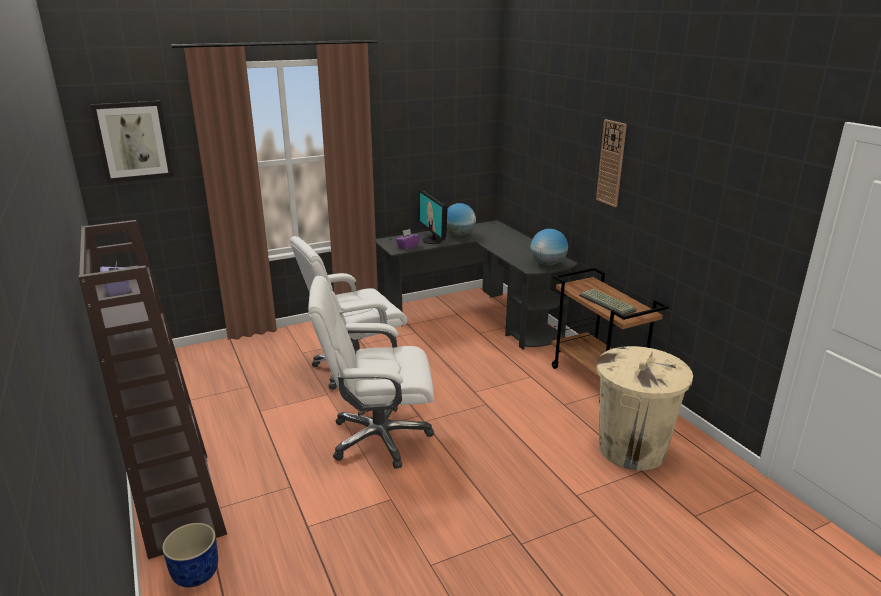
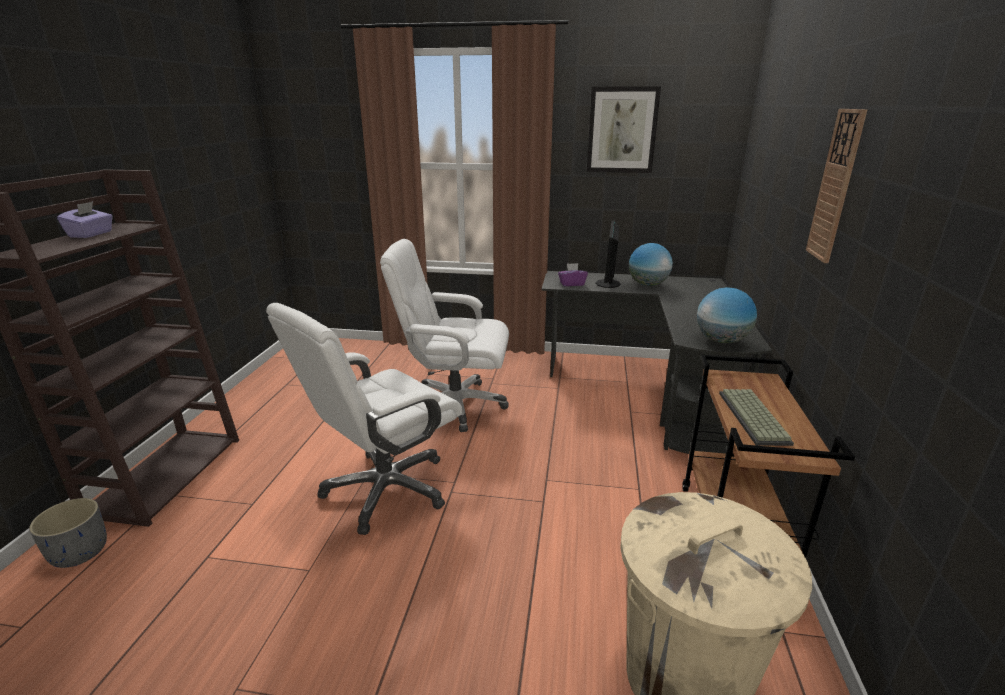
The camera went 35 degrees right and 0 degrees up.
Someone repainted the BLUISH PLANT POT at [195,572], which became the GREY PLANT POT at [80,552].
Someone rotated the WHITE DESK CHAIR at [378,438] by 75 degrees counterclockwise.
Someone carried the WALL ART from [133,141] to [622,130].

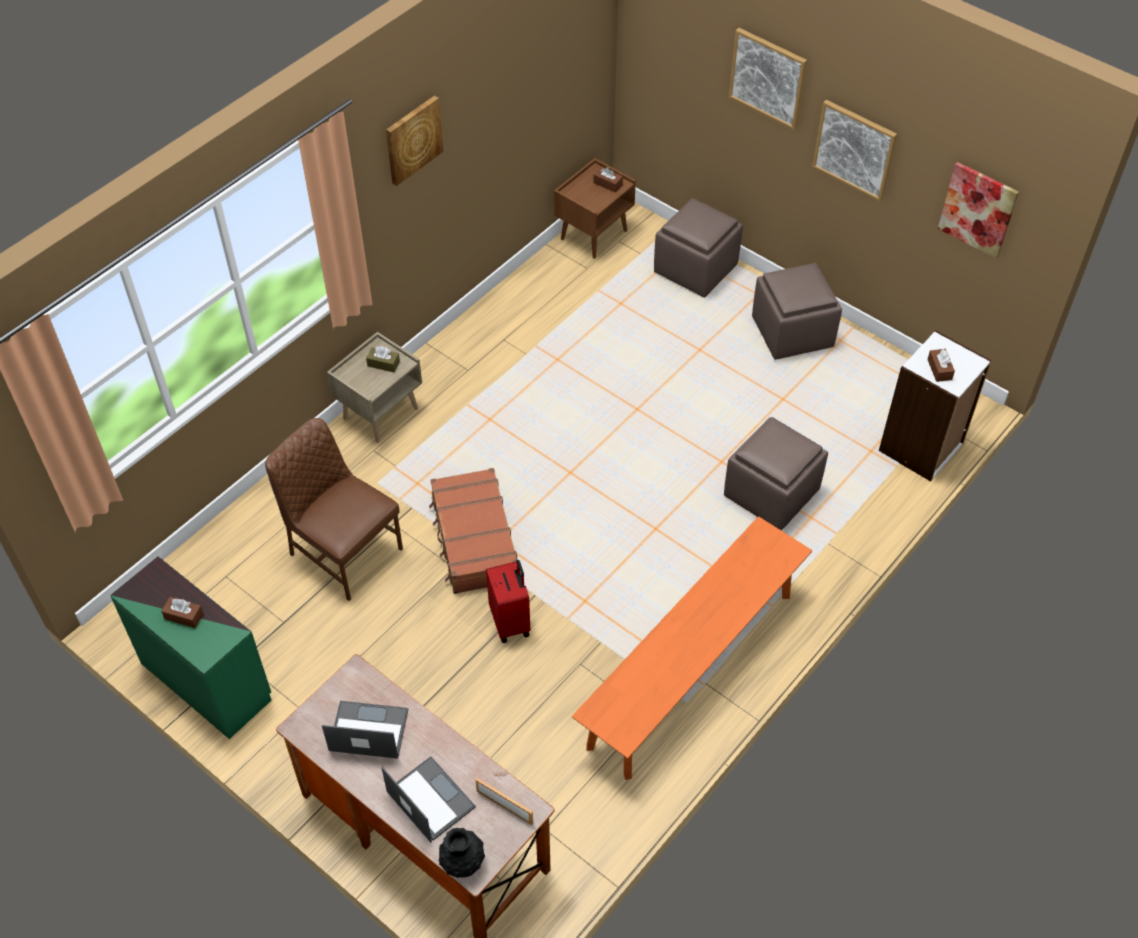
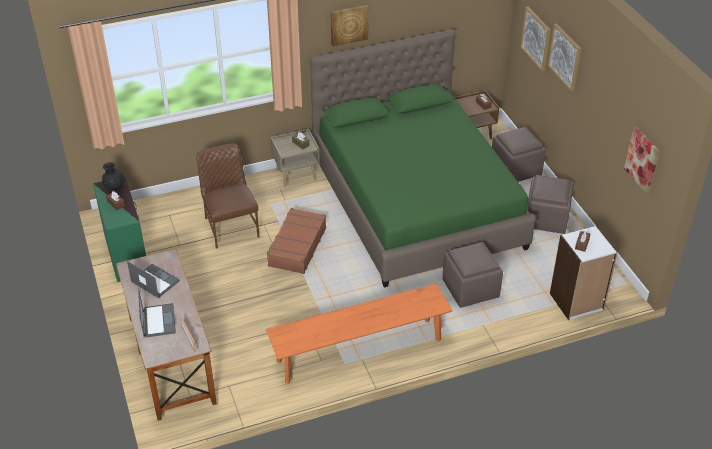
The camera went 30 degrees right and 10 degrees down.
Someone carried the BLACK-COLOURED VASE from [462,863] to [114,188].
Someone put down the GREEN-COLOURED BED at [417,203].
Someone carried the WALL ART from [855,149] to [536,38].
Someone took away the REDDISH TRAVEL CASE at [511,622].

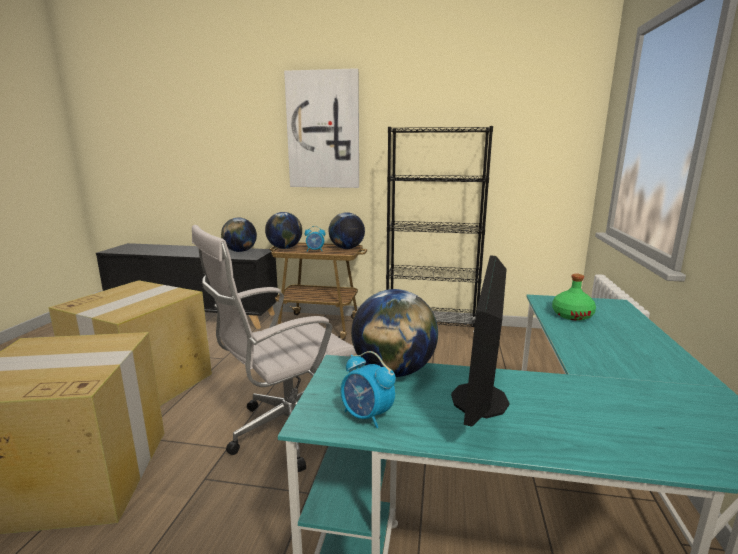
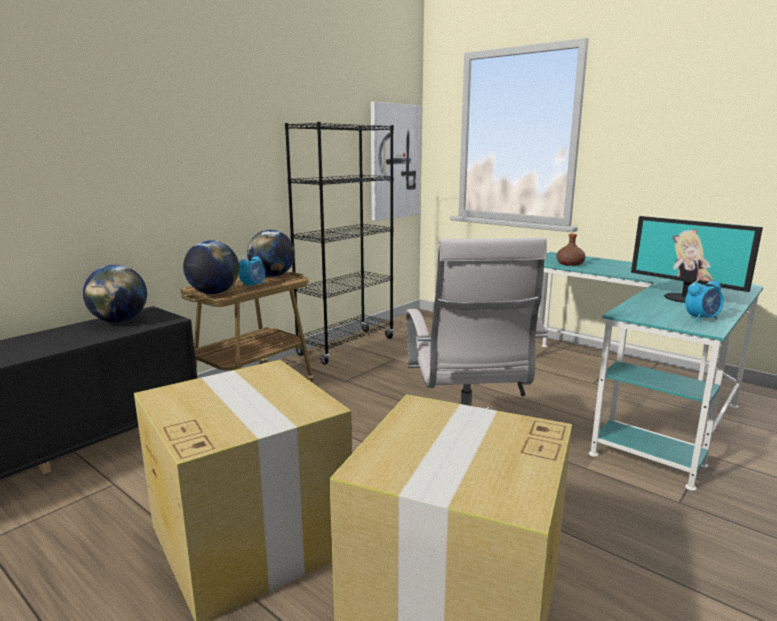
The camera went 60 degrees left and 0 degrees up.
Someone carried the WALL ART from [323,130] to [394,162].
Someone repainted the GREEN-COLOURED BEVERAGE BOTTLE at [572,315], which became the BROWN BEVERAGE BOTTLE at [569,263].
Someone took away the WORLD GLOBE at [393,371].

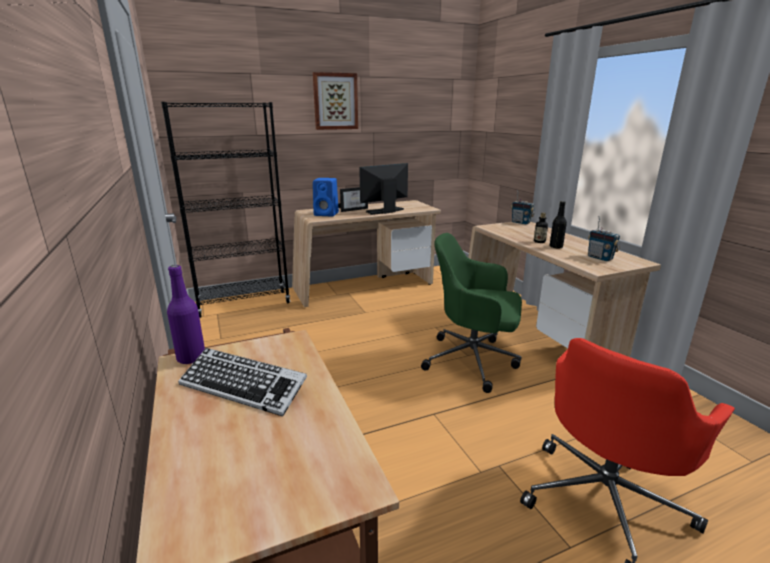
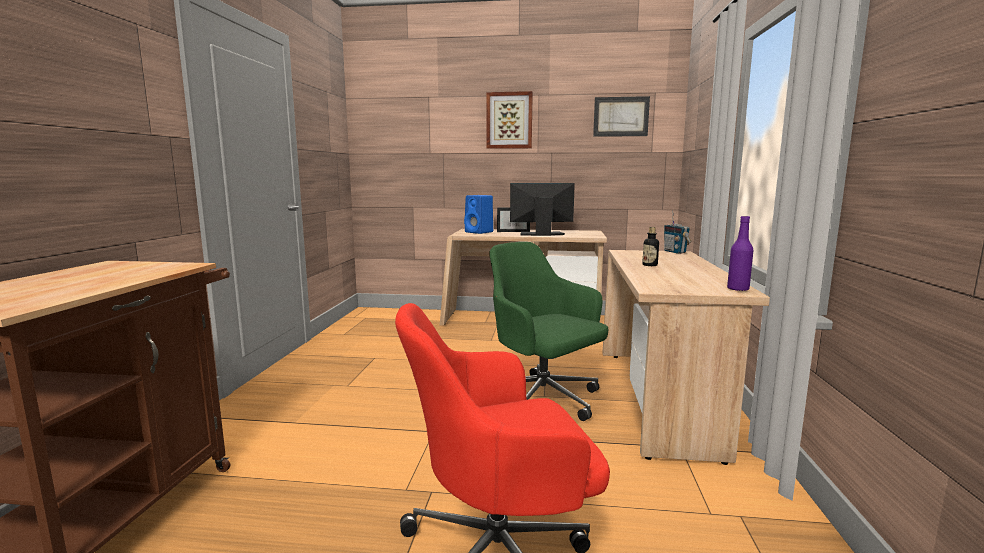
The camera went 30 degrees right and 10 degrees down.
Someone put up the WALL ART at [621,116].
Someone carried the PURPLE-COLOURED BEVERAGE BOTTLE from [191,358] to [738,289].
Someone took away the BLACK-COLOURED BOOKCASE at [244,304].
Someone took away the COMPUTER KEYBOARD at [243,387].
Someone took away the BLACK-COLOURED BEVERAGE BOTTLE at [556,247].
Someone took away the RADIO at [600,258].

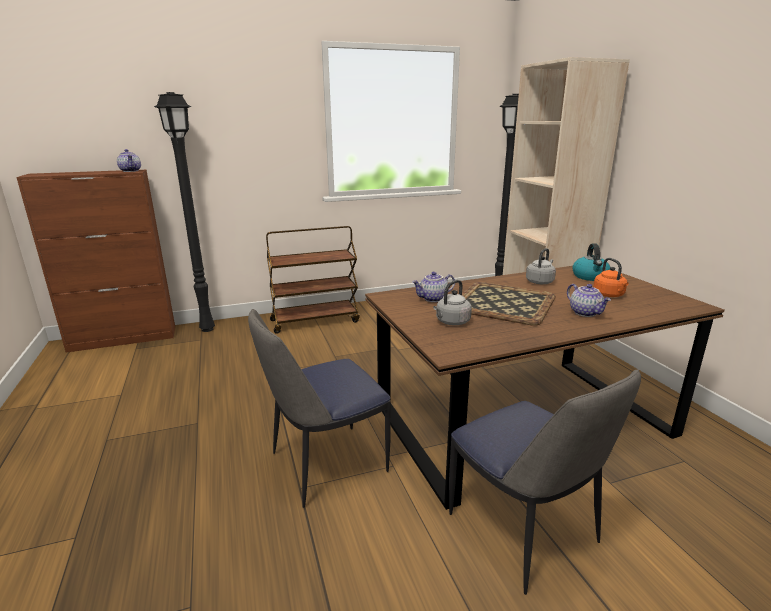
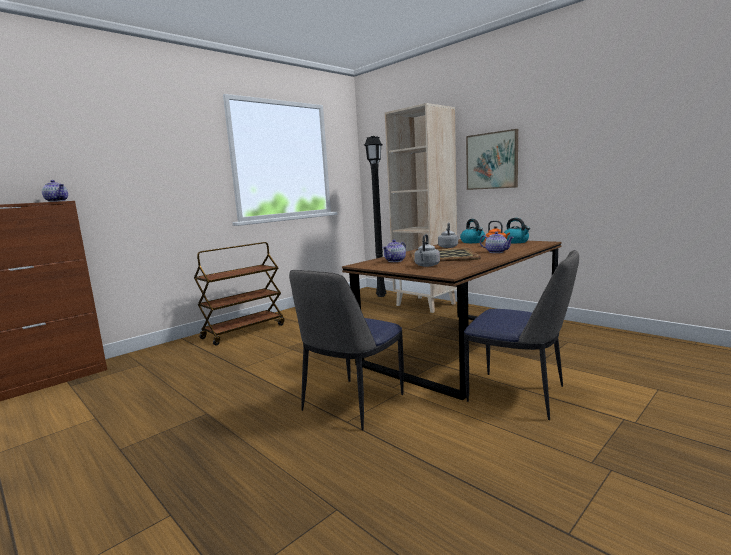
The camera went 25 degrees left and 10 degrees down.
Someone put up the WALL ART at [492,161].
Someone put down the KETTLE at [516,242].
Someone took away the BLACK-COLOURED STANDING LAMP at [208,329].

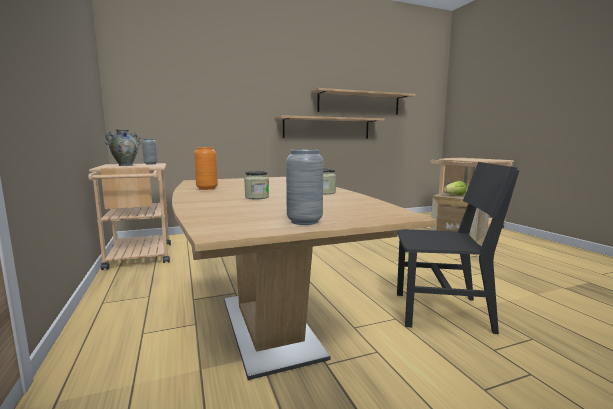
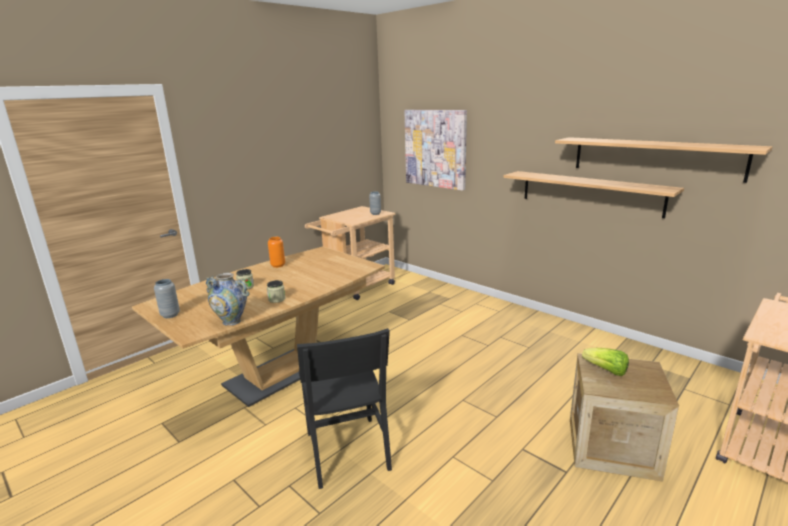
The camera went 65 degrees right and 10 degrees up.
Someone carried the VASE from [125,165] to [232,321].
Someone put up the WALL ART at [435,148].

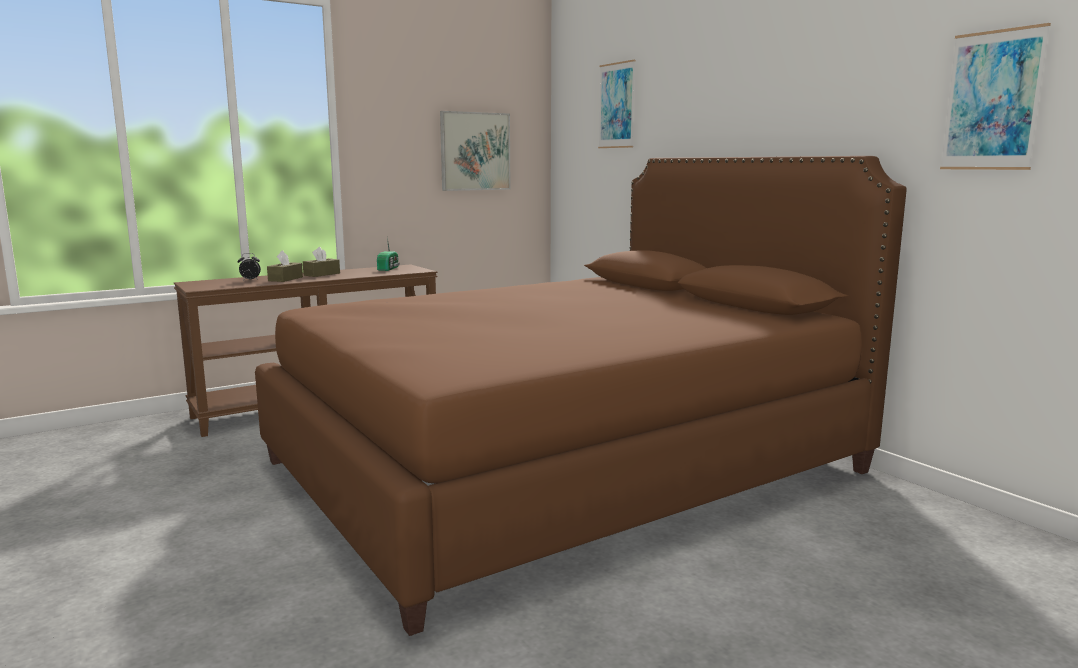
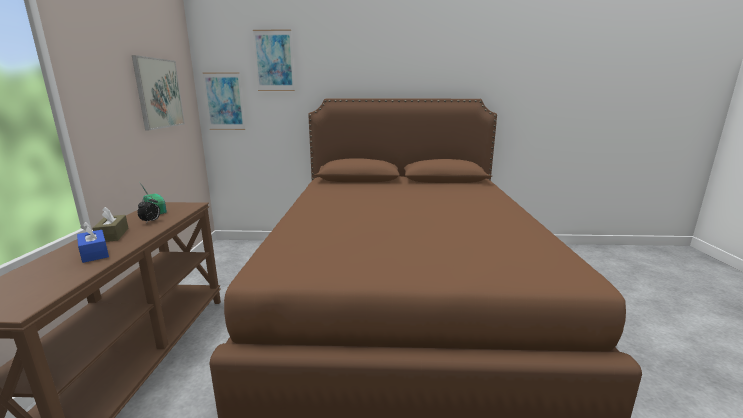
The camera went 55 degrees left and 5 degrees up.
Someone repainted the BROWN TISSUE HOLDER at [285,279], which became the BLUISH TISSUE HOLDER at [94,253].
Someone carried the TABLE CLOCK from [250,280] to [151,221].
Someone carried the WALL ART from [992,101] to [224,101].

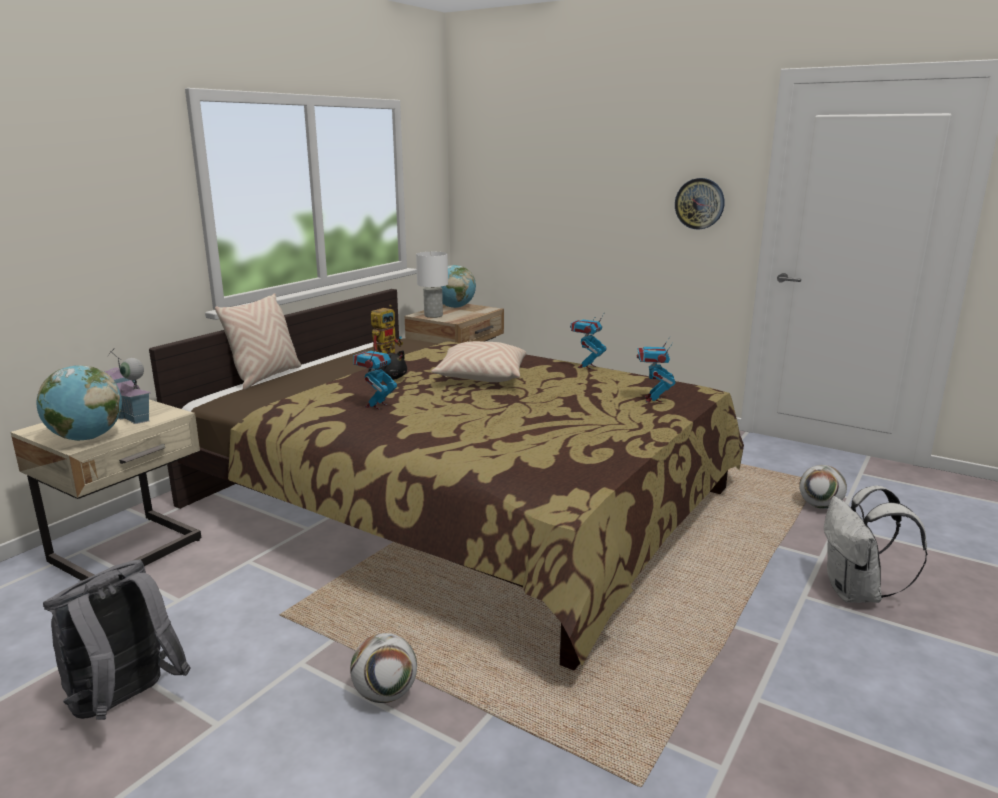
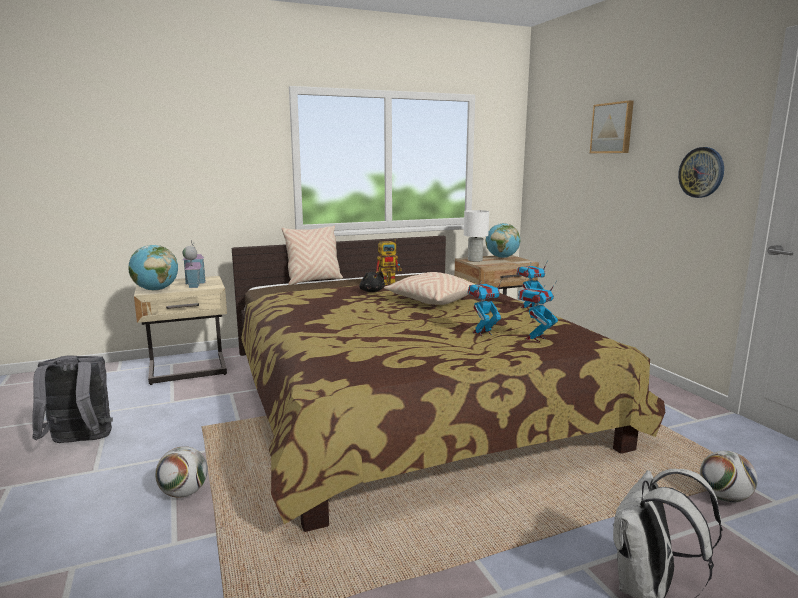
The camera went 35 degrees right and 5 degrees down.
Someone carried the ROBOT FIGURE from [376,406] to [482,333].
Someone put up the WALL ART at [612,128].

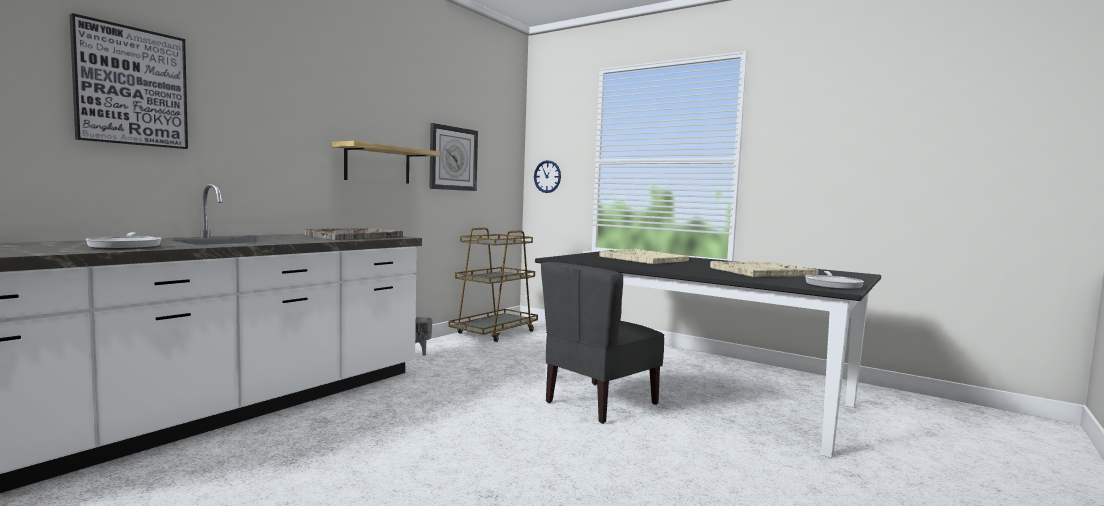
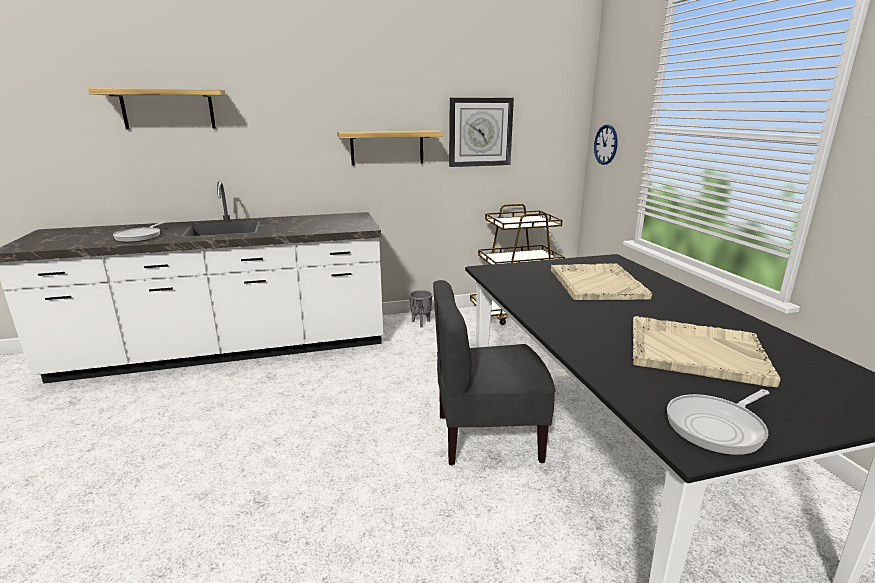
The camera went 40 degrees right and 15 degrees up.
Someone swapped the WALL ART at [131,87] for the BRACKET SHELF at [168,109].
Someone took away the GREY SERVING TRAY at [354,236].

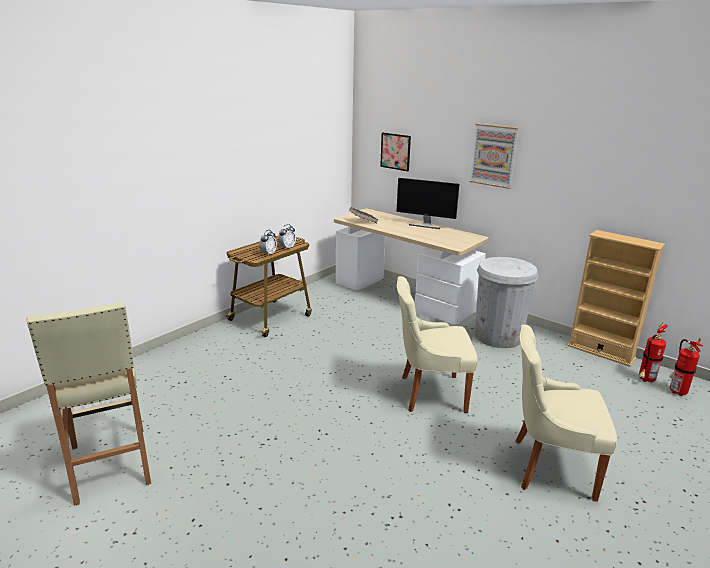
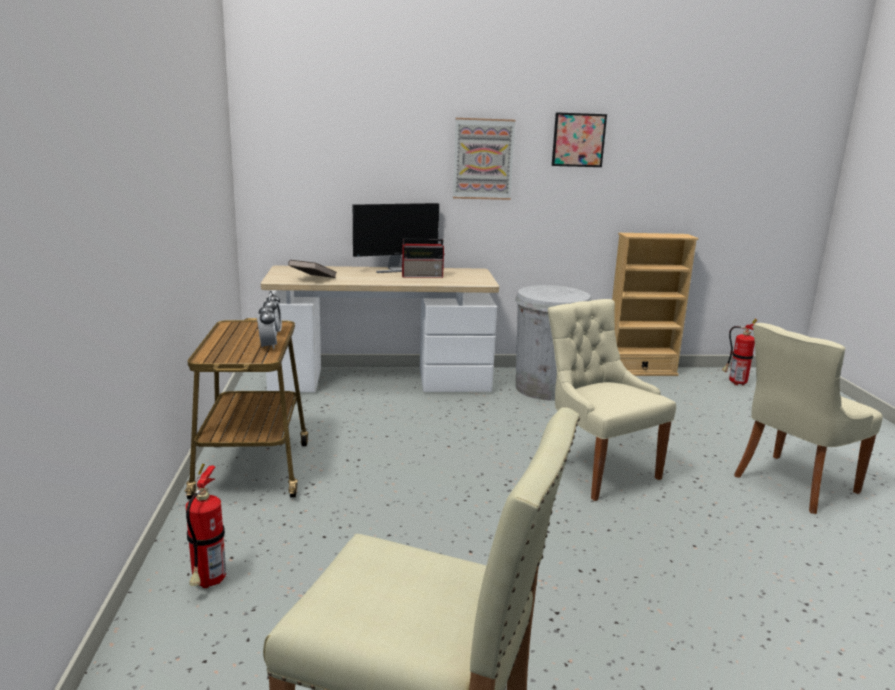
The camera went 45 degrees left and 5 degrees down.
Someone carried the FIRE EXTINGUISHER from [645,380] to [208,584].
Someone put down the RADIO at [423,276].
Someone rotated the BEIGE-COLOURED UPRIGHT CHAIR at [430,393] by 105 degrees clockwise.
Someone carried the WALL ART from [395,151] to [578,140].

